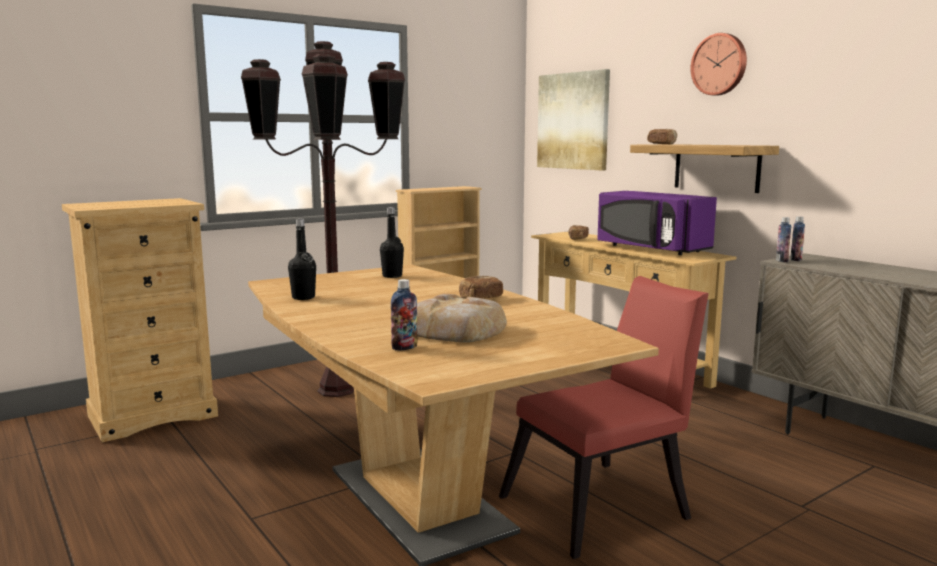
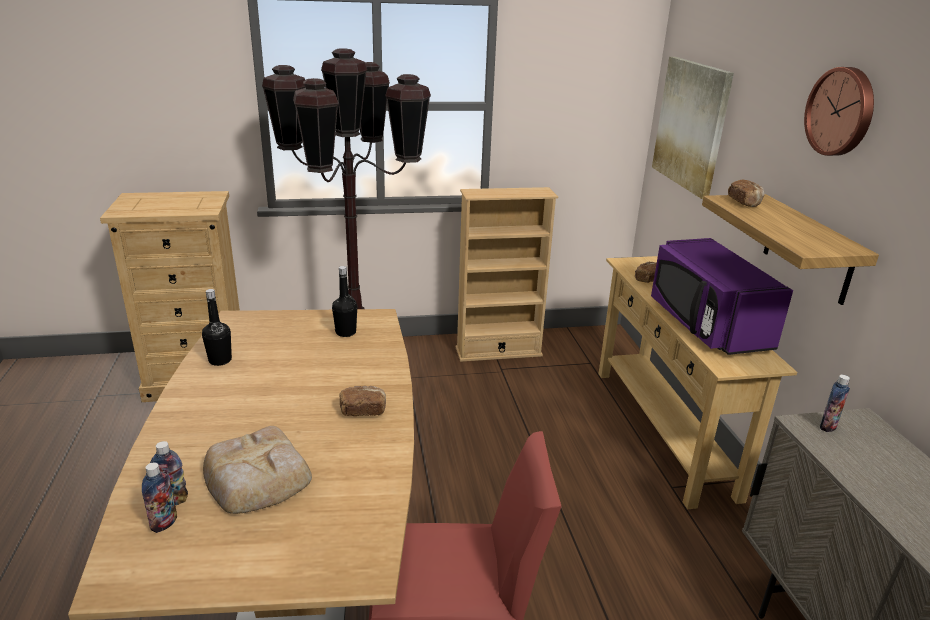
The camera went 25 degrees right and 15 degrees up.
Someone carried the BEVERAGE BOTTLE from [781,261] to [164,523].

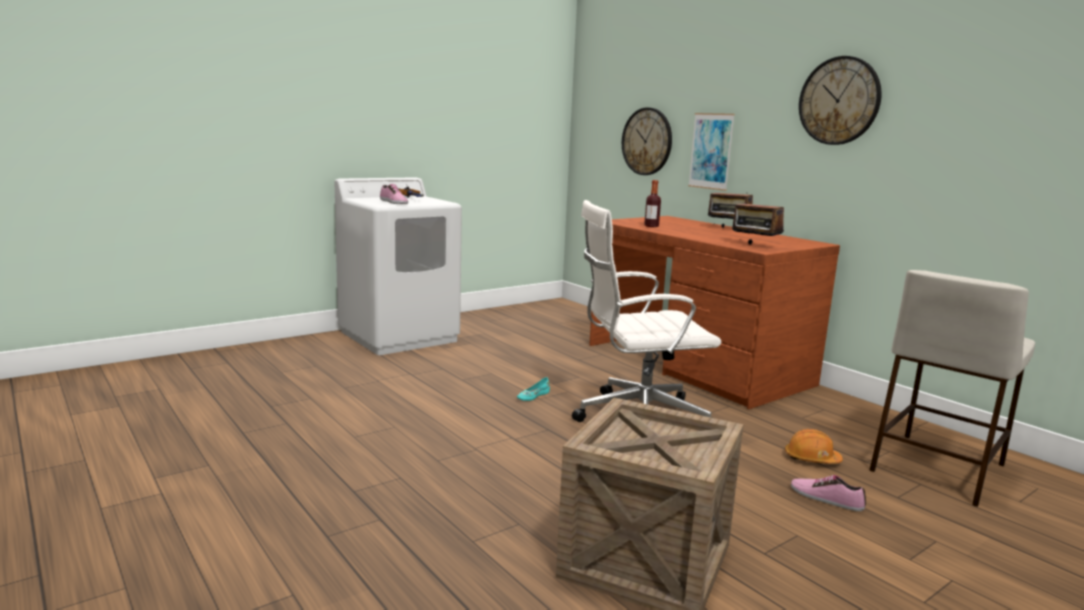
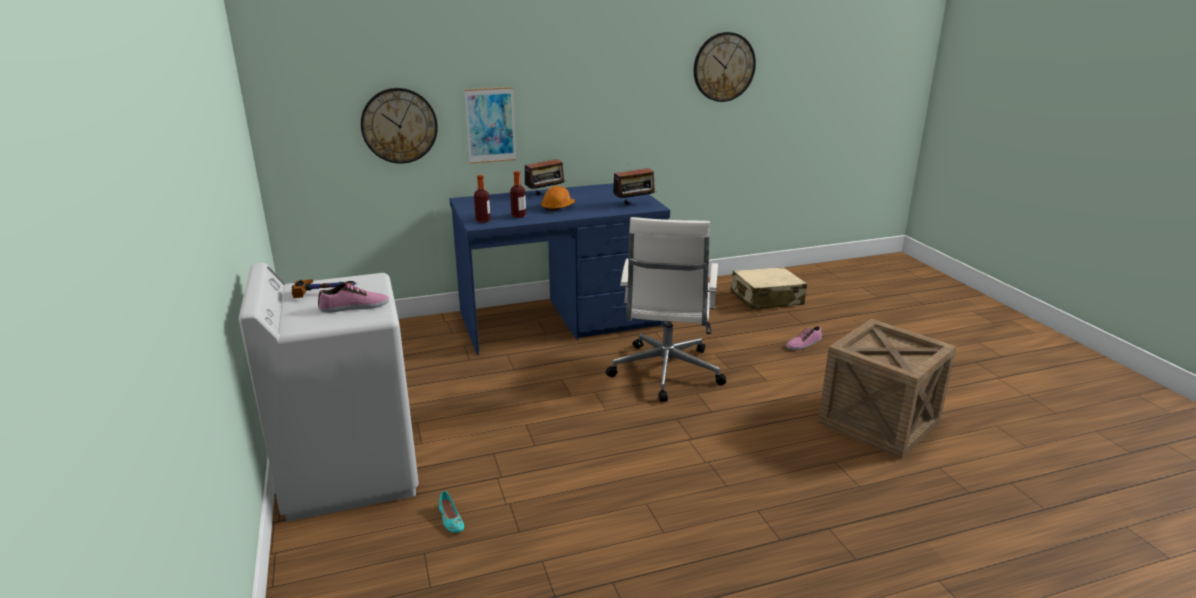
The camera went 70 degrees left and 10 degrees up.
Someone carried the TURQUOISE LOW SHOE from [532,396] to [450,519].
Someone repainted the BROWN DESK TABLE at [696,365], which became the BLUISH DESK TABLE at [561,319].
Someone put down the BEVERAGE BOTTLE at [483,220].
Someone carried the ORANGEY SAFETY HELMET from [811,459] to [557,207].
Someone carried the WALL CLOCK from [839,101] to [724,67].
Someone swapped the BEIGE-COLOURED STOOL SEAT at [937,466] for the BEIGE-COLOURED TRAVEL CASE at [766,299].

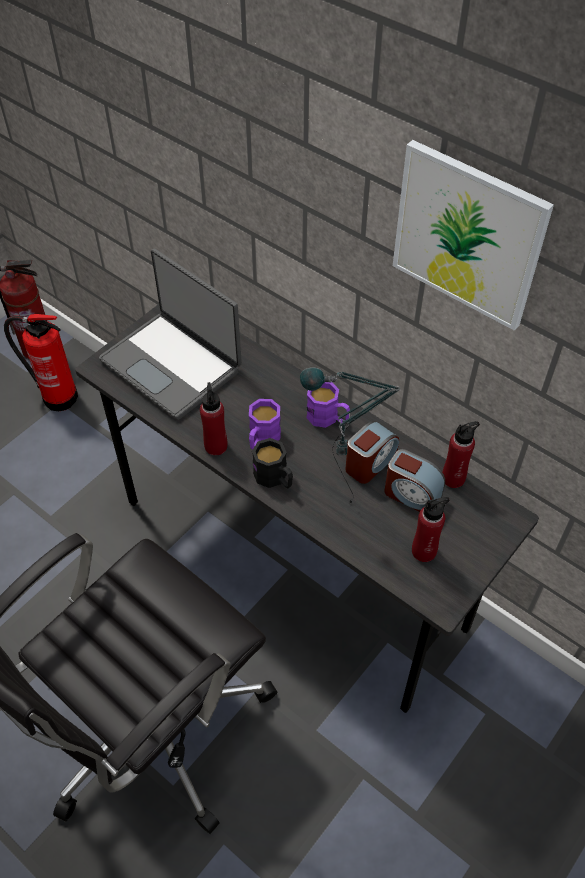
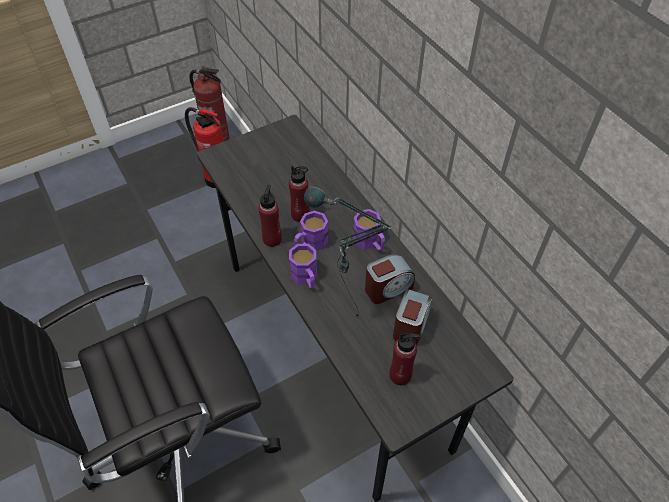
The camera went 20 degrees right and 0 degrees up.
Someone carried the REDDISH BEVERAGE BOTTLE from [453,478] to [300,215].
Someone repainted the BLACK-COLOURED MUG at [275,478], which became the PURPLE-COLOURED MUG at [306,278].
Someone rotated the TABLE CLOCK at [411,495] by 120 degrees counterclockwise.
Someone took away the NOTEBOOK COMPUTER at [173,364].
Someone took away the WALL ART at [468,235].

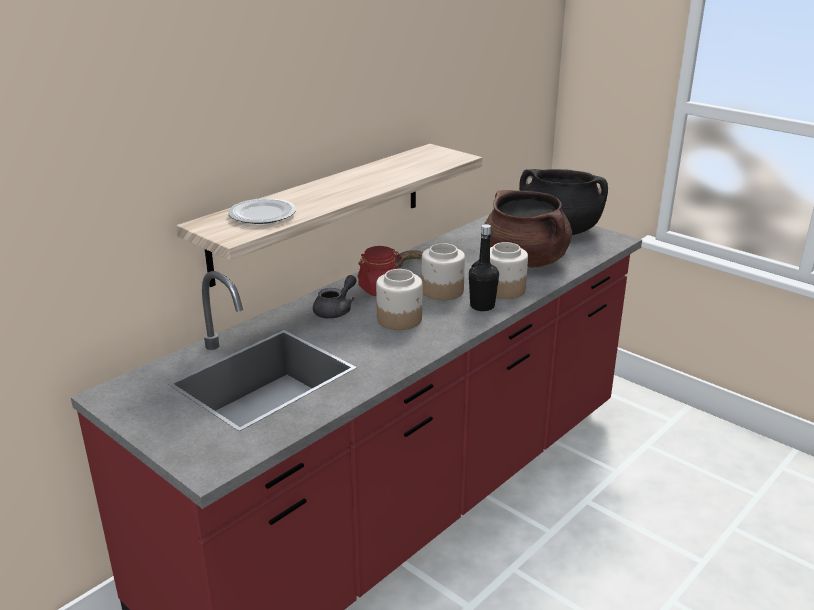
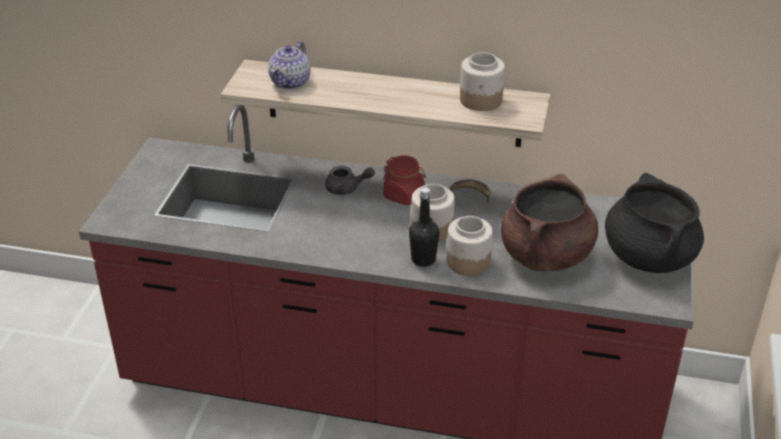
The camera went 60 degrees right and 10 degrees up.
Someone swapped the DINNER PLATE at [262,215] for the TEA POT at [291,82].
Someone carried the JAR from [400,319] to [481,100].

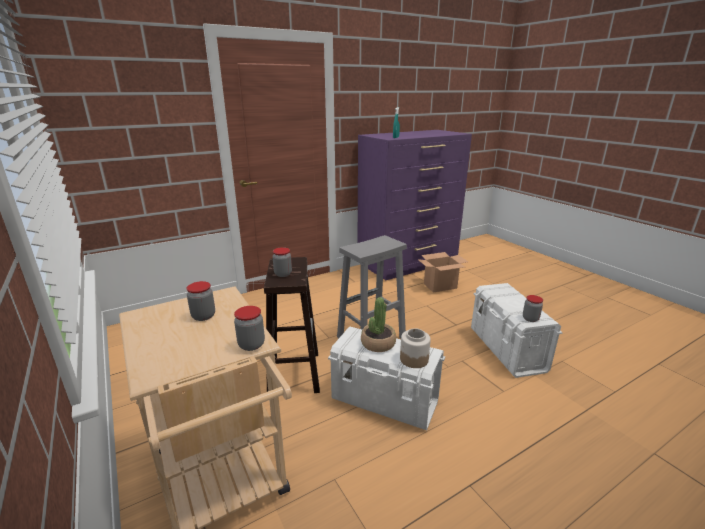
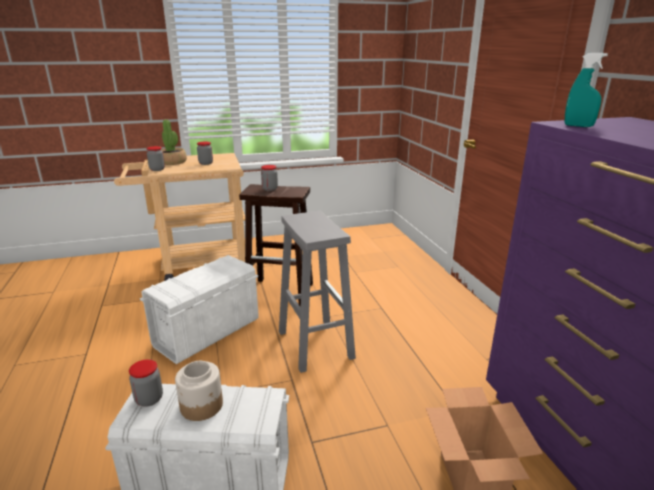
The camera went 105 degrees right and 0 degrees up.
Someone carried the HOUSEPLANT from [378,343] to [172,162].
Someone carried the JAR from [414,359] to [202,405].

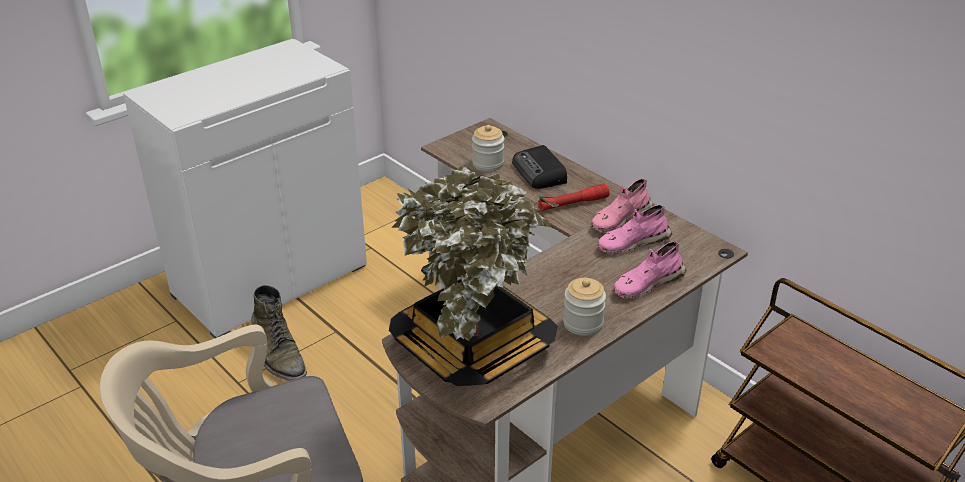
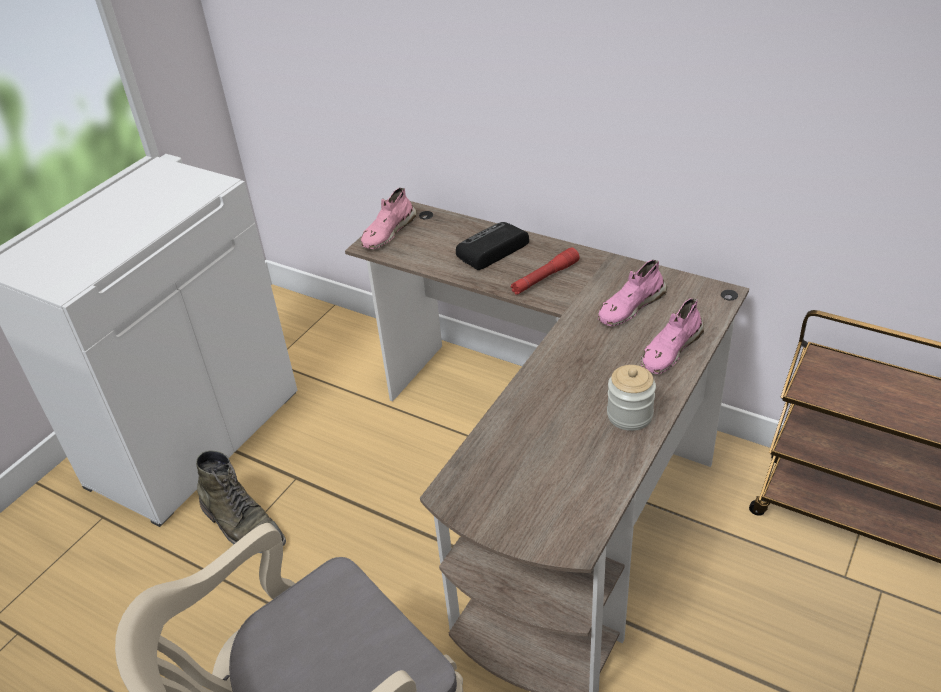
The camera went 15 degrees left and 5 degrees up.
Someone carried the PINKISH LOW SHOE from [620,219] to [388,232].
Someone rotated the RADIO at [540,173] by 90 degrees clockwise.
Someone took away the HOUSEPLANT at [474,346].
Someone took away the JAR at [488,163].

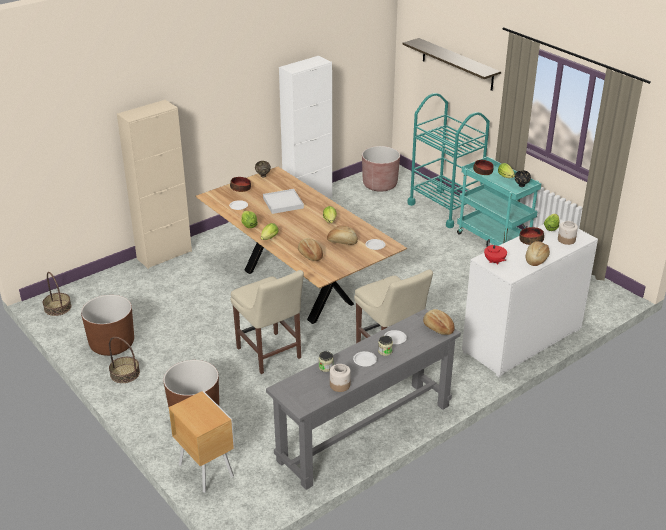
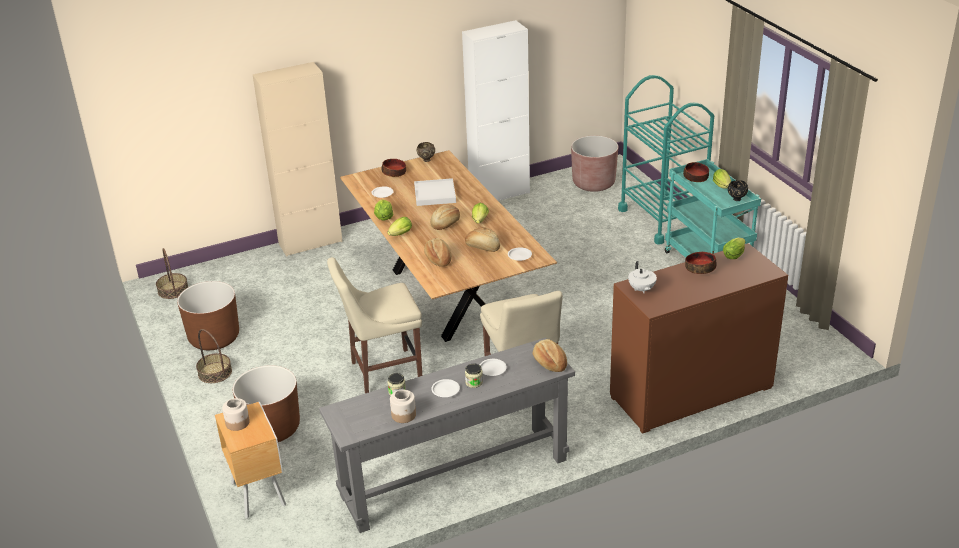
The camera went 15 degrees right and 0 degrees up.
Someone carried the JAR from [566,240] to [238,423].
Someone rotated the BEIGE-COLOURED UPRIGHT CHAIR at [270,354] by 90 degrees clockwise.
Someone carried the BAKED BREAD from [536,259] to [446,223].
Someone repainted the WHITE CHEST OF DRAWERS at [522,340], which became the BROWN CHEST OF DRAWERS at [691,393].
Someone repainted the REDDISH TEA POT at [494,261], which became the WHITE TEA POT at [641,289].
Someone took away the BRACKET SHELF at [457,64].

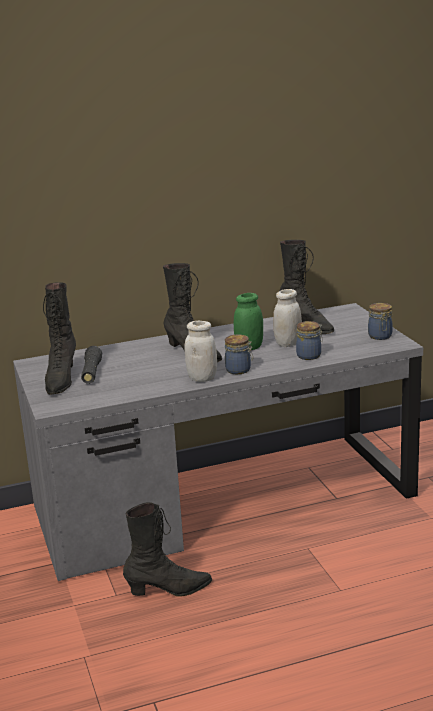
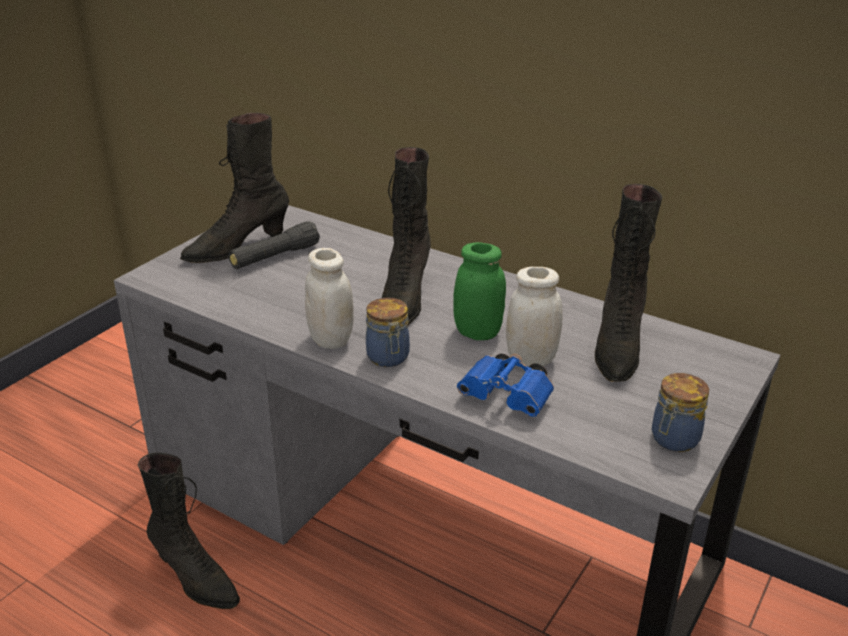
The camera went 50 degrees right and 10 degrees up.
Someone swapped the JAR at [310,355] for the BLUISH FIELD GLASSES at [509,398].

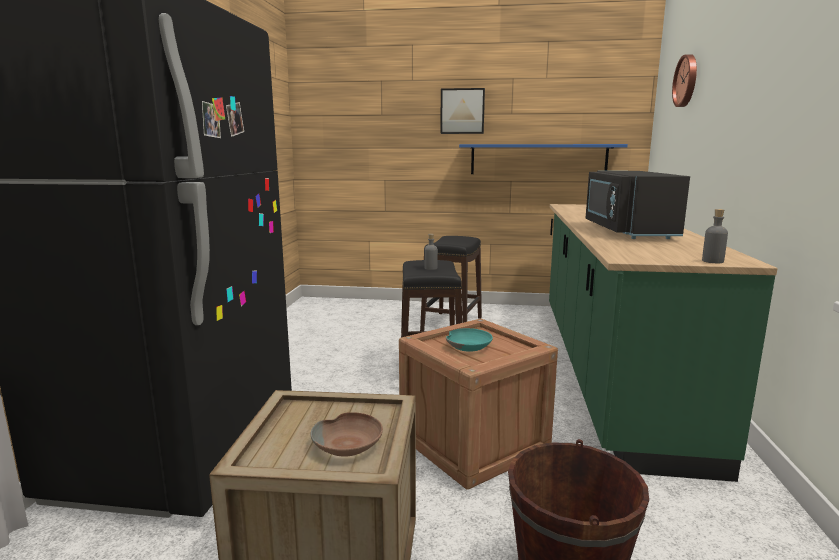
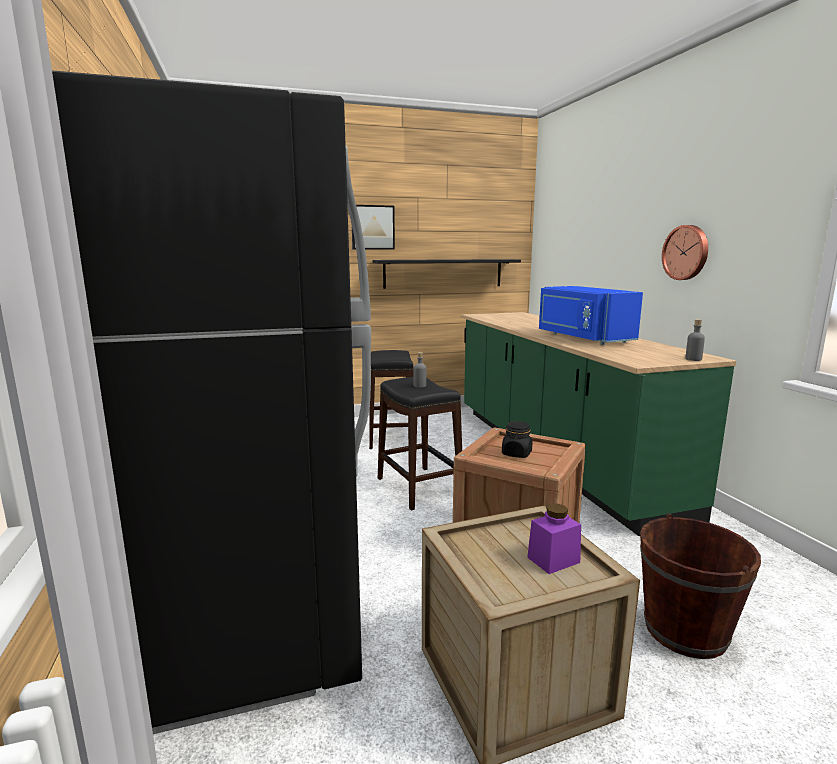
The camera went 25 degrees left and 0 degrees up.
Someone repainted the BLUISH BRACKET SHELF at [538,159], which became the BLACK-COLOURED BRACKET SHELF at [443,273].
Someone swapped the TURQUOISE DEEP DISH at [469,346] for the BLACK-COLOURED JAR at [516,454].
Someone swapped the BROWN DEEP DISH at [349,444] for the PURPLE-COLOURED JAR at [553,560].
Someone repainted the BLACK-COLOURED MICROWAVE OVEN at [626,231], which became the BLUISH MICROWAVE OVEN at [582,338].
Someone carried the WALL CLOCK from [687,81] to [686,252].

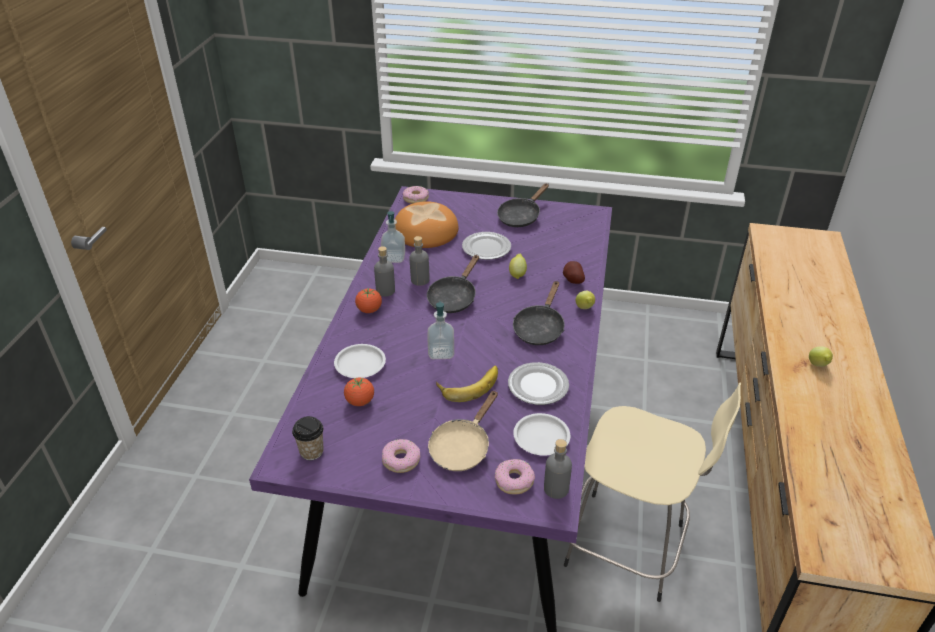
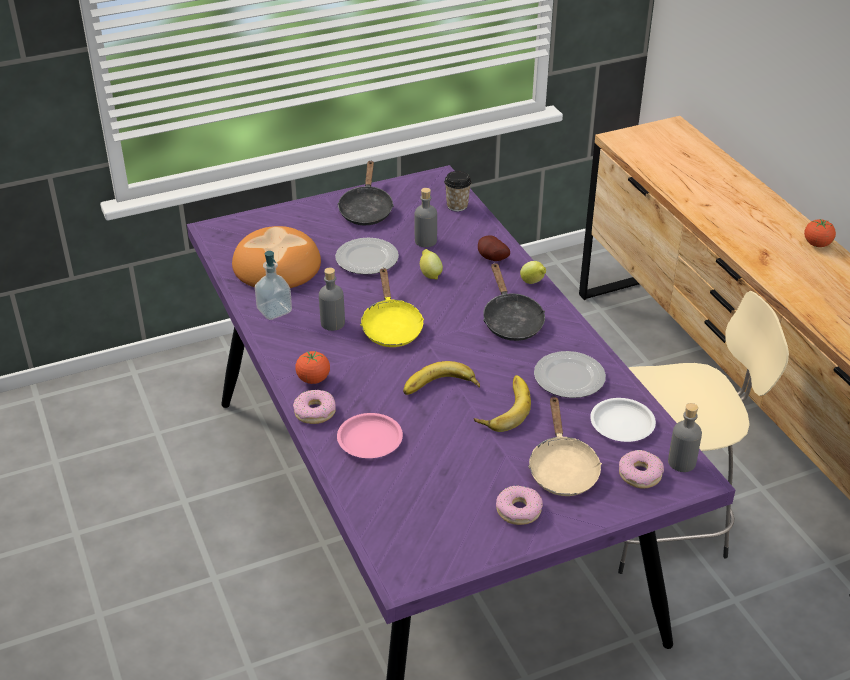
The camera went 35 degrees left and 0 degrees up.
Someone carried the RING DOUGHNUT from [415,198] to [315,412].
Someone repainted the WHITE DINNER PLATE at [359,364], which became the PINKISH DINNER PLATE at [369,440].
Someone repainted the BLACK-COLOURED SKILLET at [454,297], which became the YELLOWISH SKILLET at [391,327].
Someone swapped the SOAP BOTTLE at [441,352] for the BANANA FRUIT at [441,389].
Someone carried the GREY BEVERAGE BOTTLE from [385,291] to [425,241].
Someone carried the DRINKING CUP from [311,451] to [457,206].
Someone carried the FRESH TOMATO from [360,401] to [817,244].
Someone took away the CITRUS FRUIT at [818,365].

